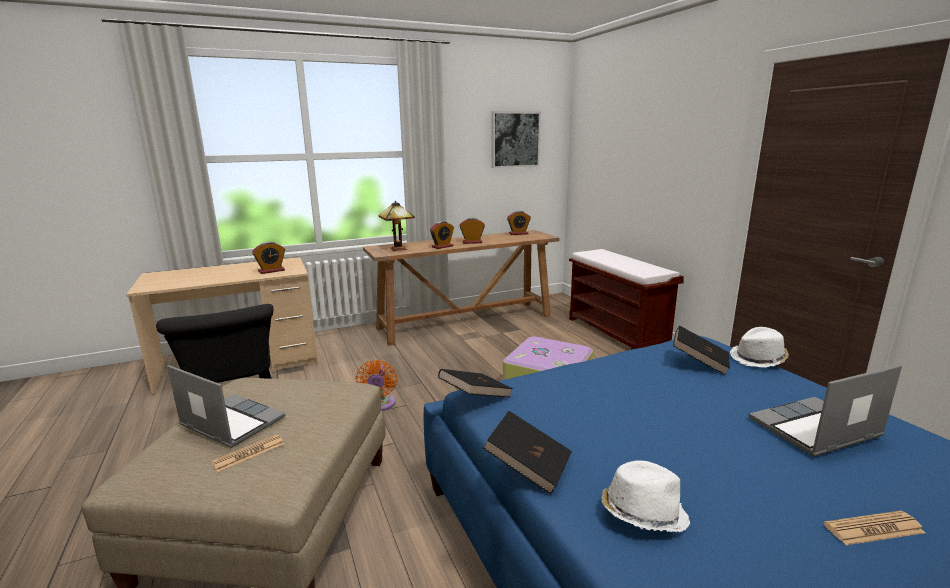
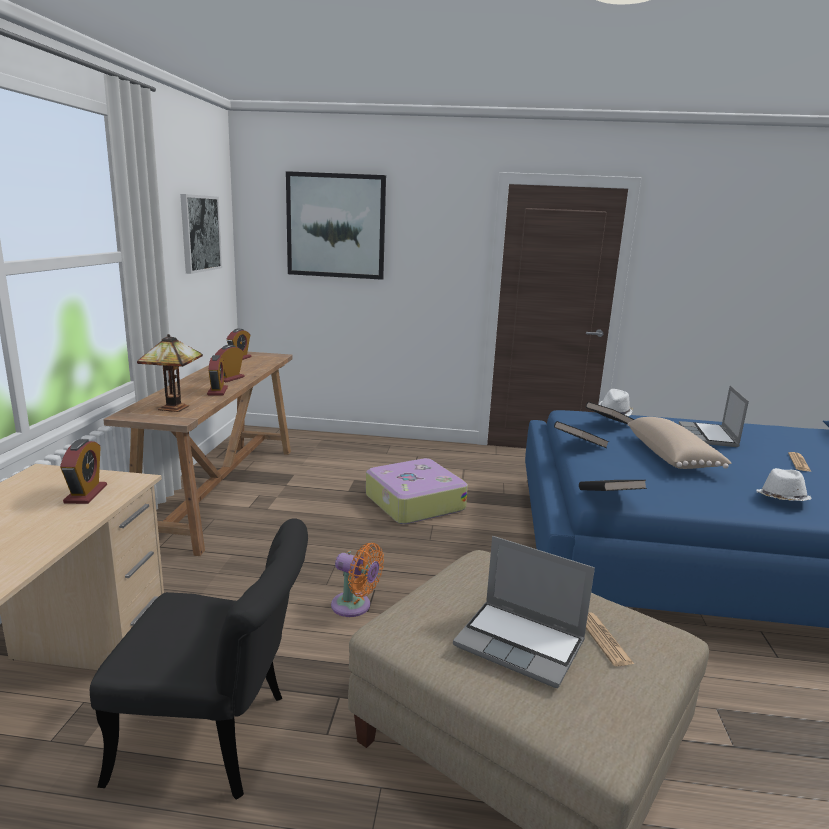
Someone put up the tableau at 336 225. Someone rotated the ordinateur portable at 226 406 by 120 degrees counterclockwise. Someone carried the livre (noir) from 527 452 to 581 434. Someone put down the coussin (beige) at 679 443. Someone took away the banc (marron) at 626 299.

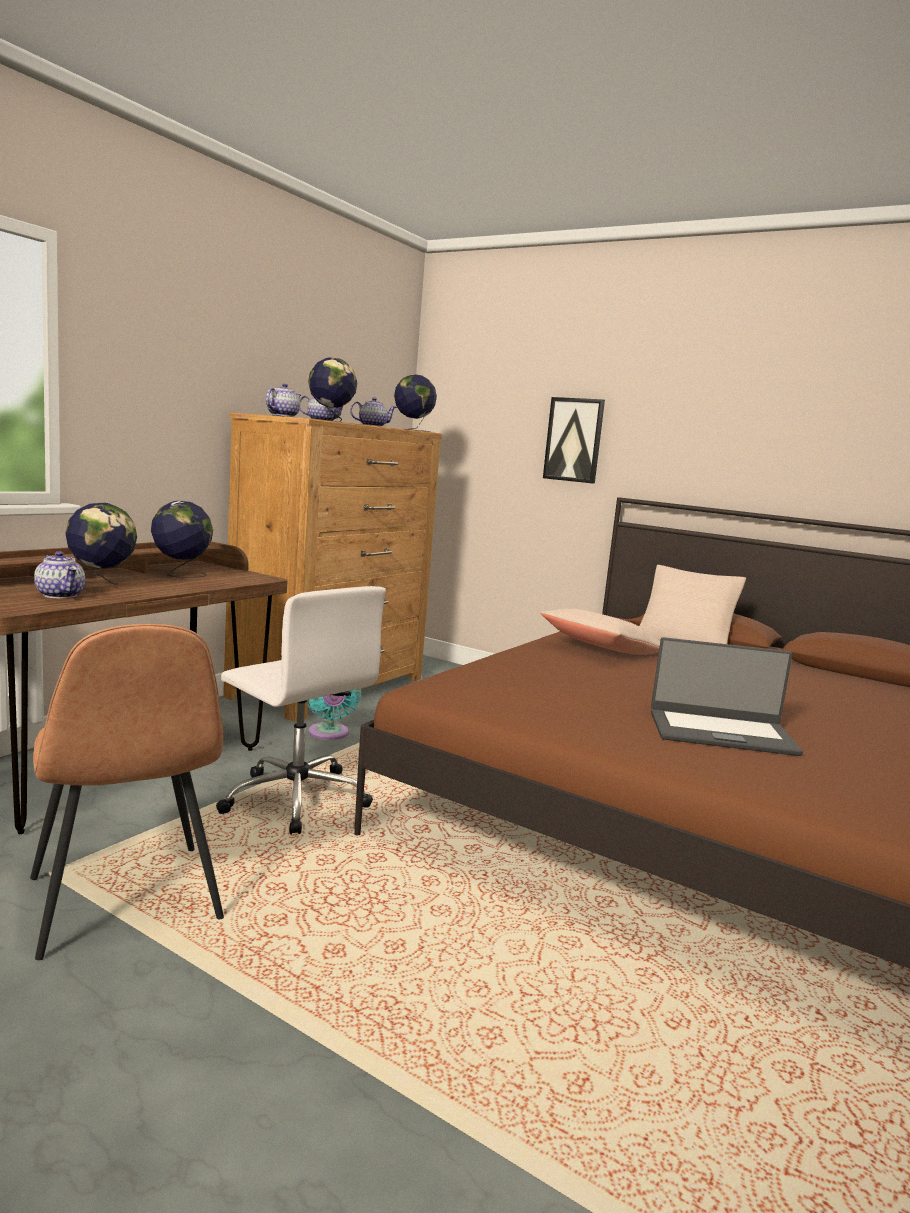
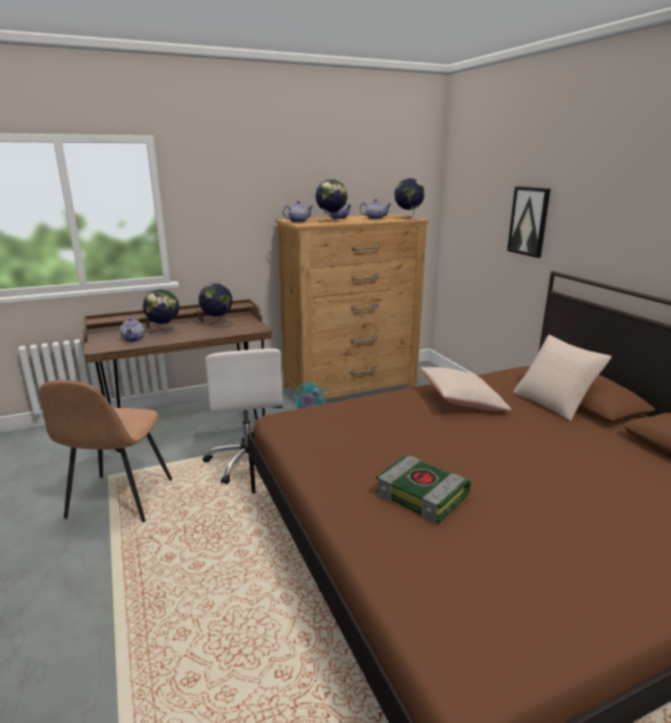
Someone swapped the ordinateur portable at 727 696 for the livre at 423 489.

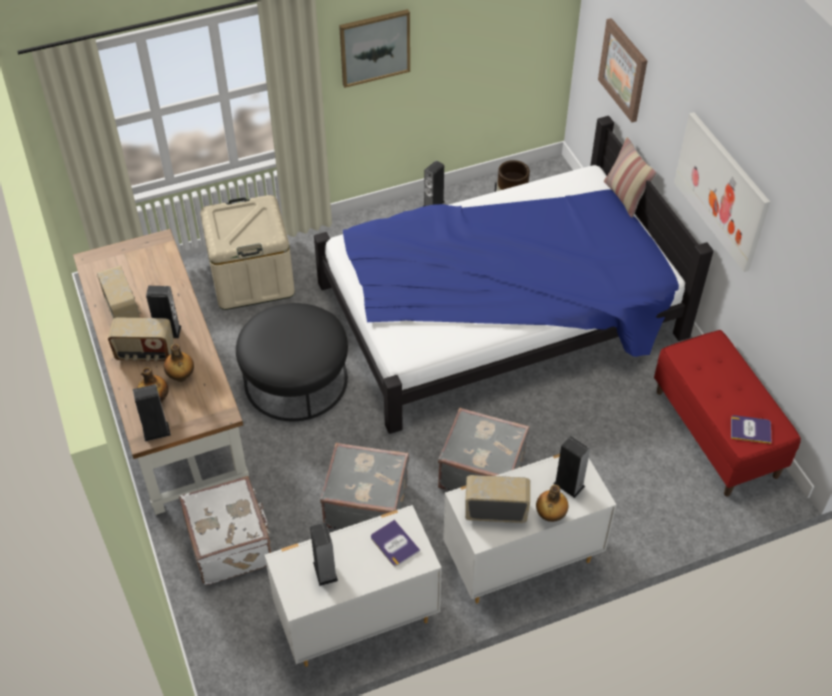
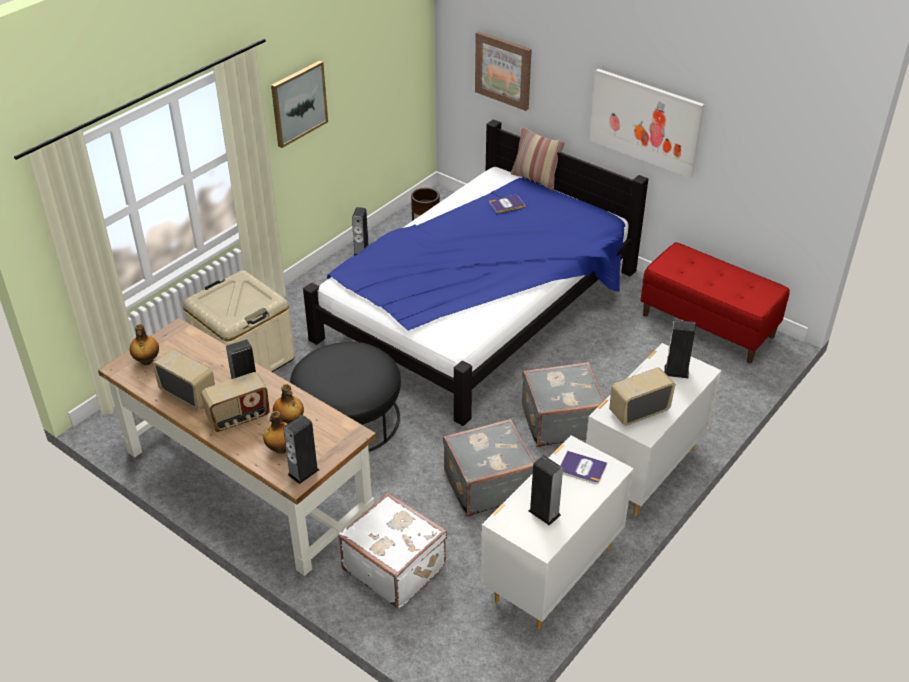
Someone carried the bouteille from 552 503 to 144 344. Someone carried the livre from 751 429 to 507 204.

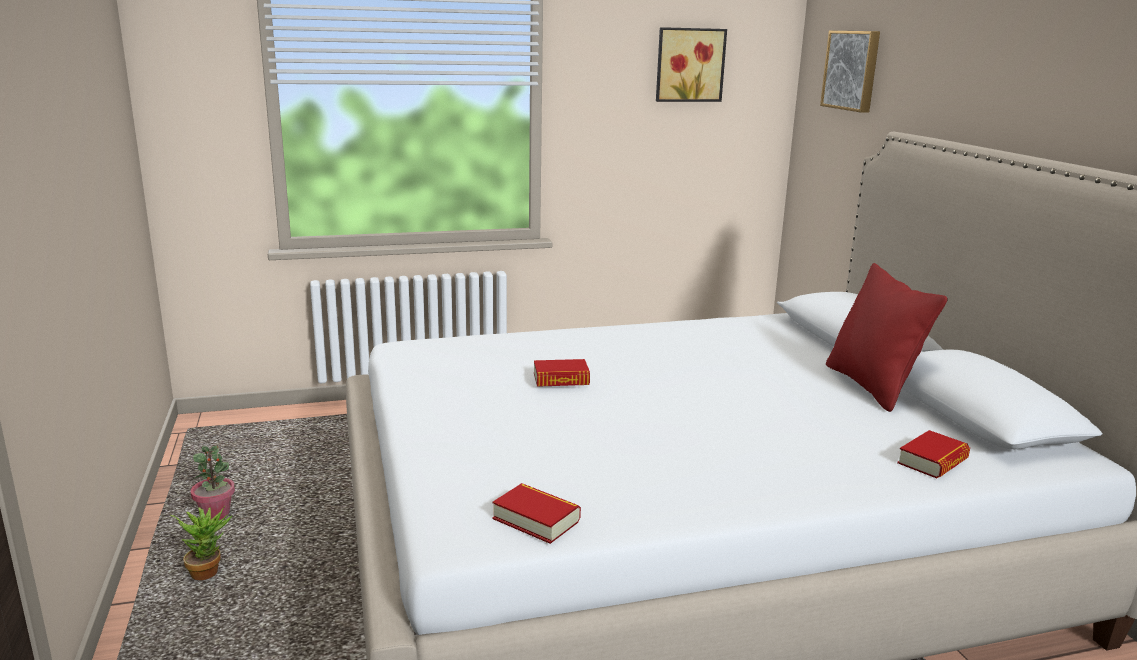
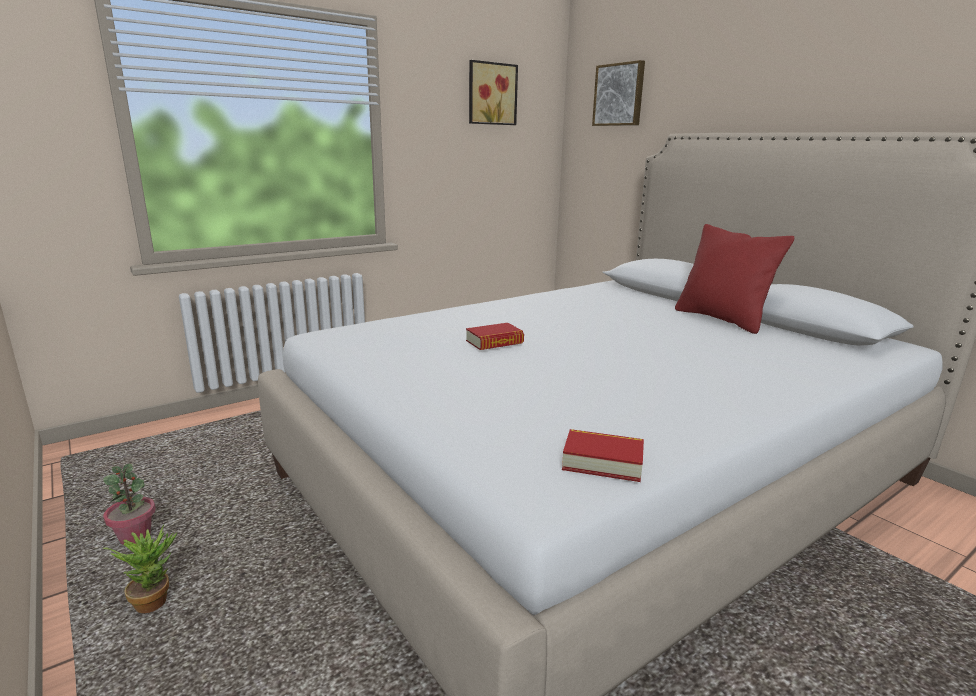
Someone took away the livre at 933 454.

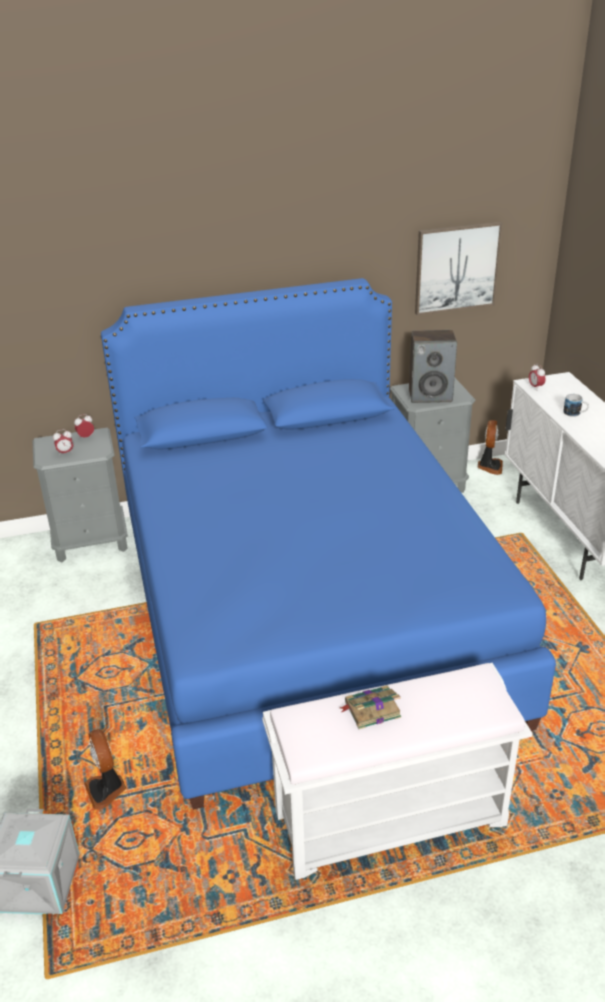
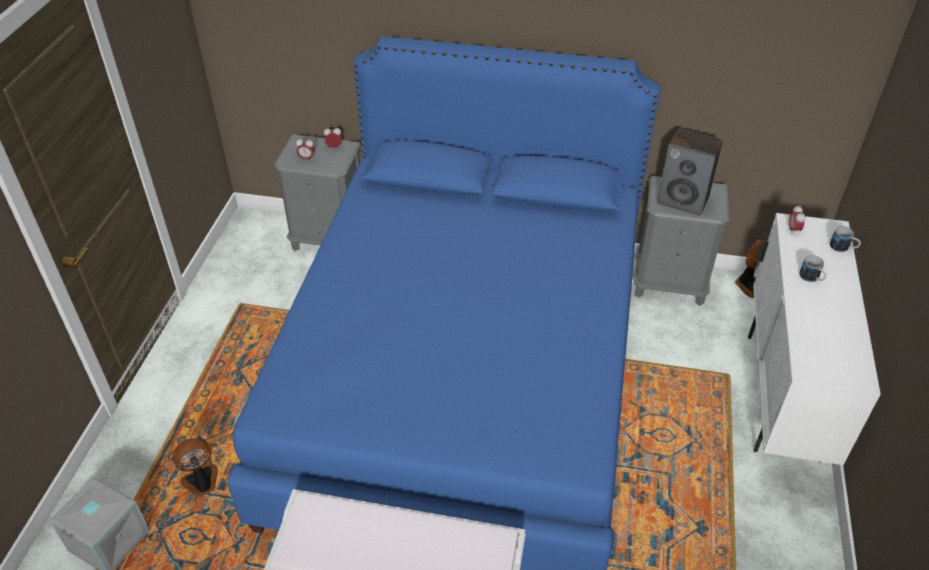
Someone rotated the ventilateur at 105 769 by 60 degrees clockwise. Someone put down the mug at 845 239. Someone took away the livre at 370 707. Someone took away the tableau at 459 269.

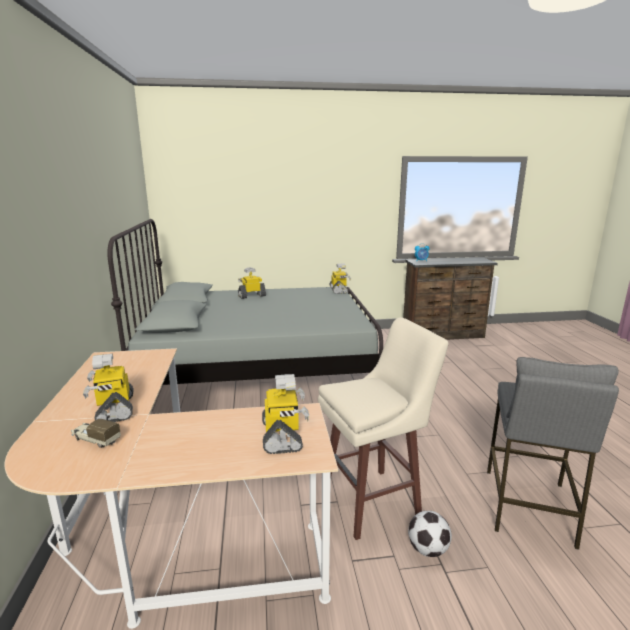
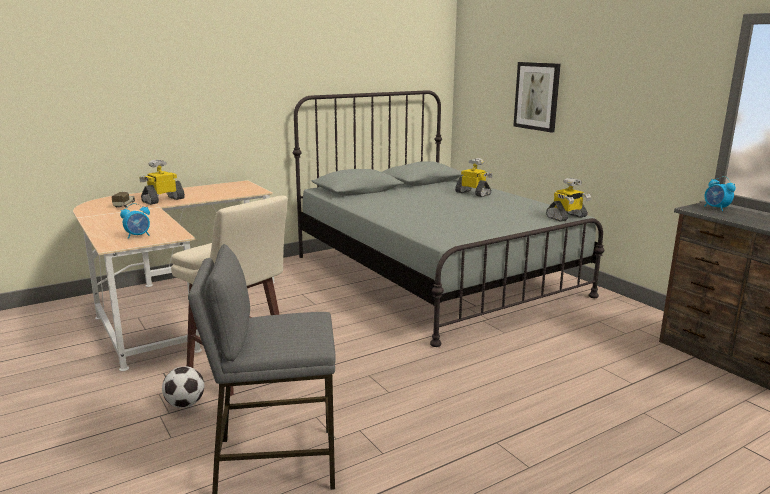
Someone swapped the robot jouet at 285 414 for the réveil at 135 221. Someone put up the tableau at 537 97.

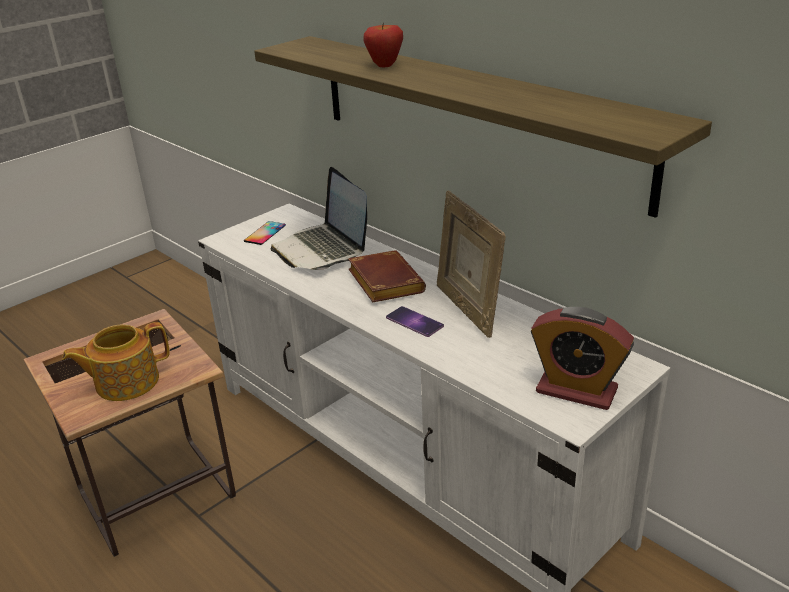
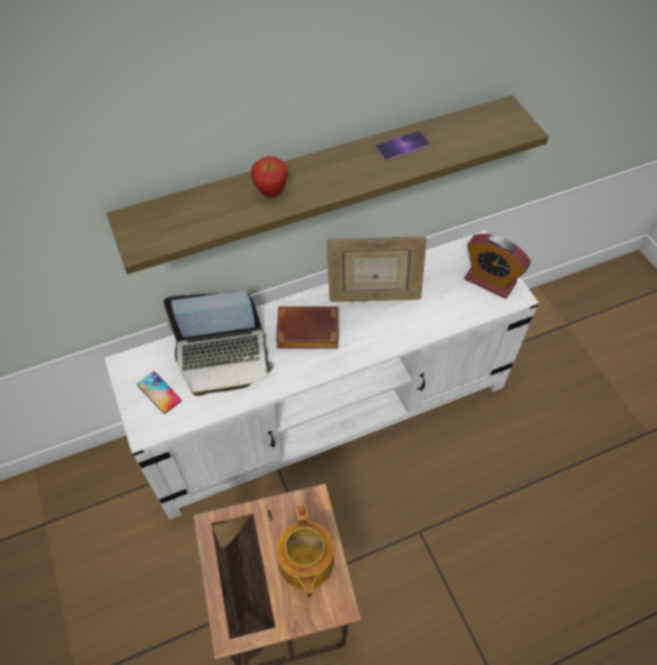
Someone carried the téléphone from 415 321 to 403 146. Someone rotated the réveil at 582 358 by 75 degrees clockwise.

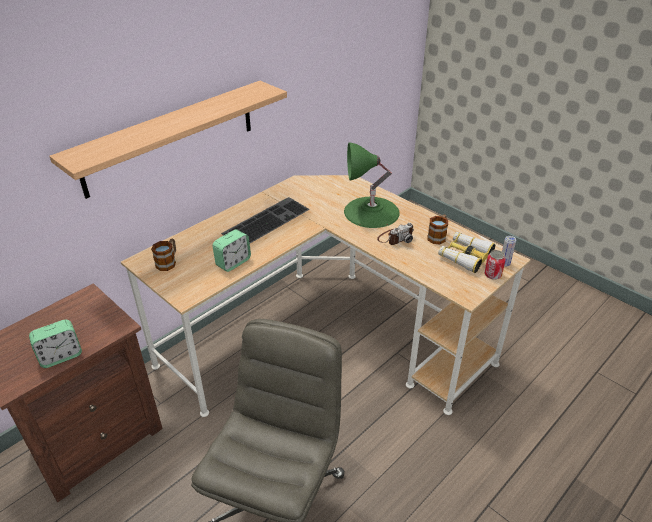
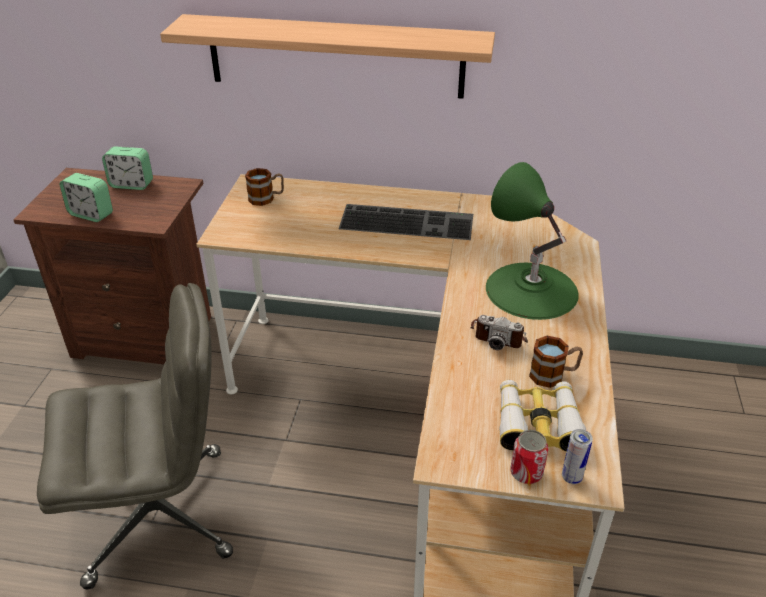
Someone carried the réveil from 231 250 to 127 168.

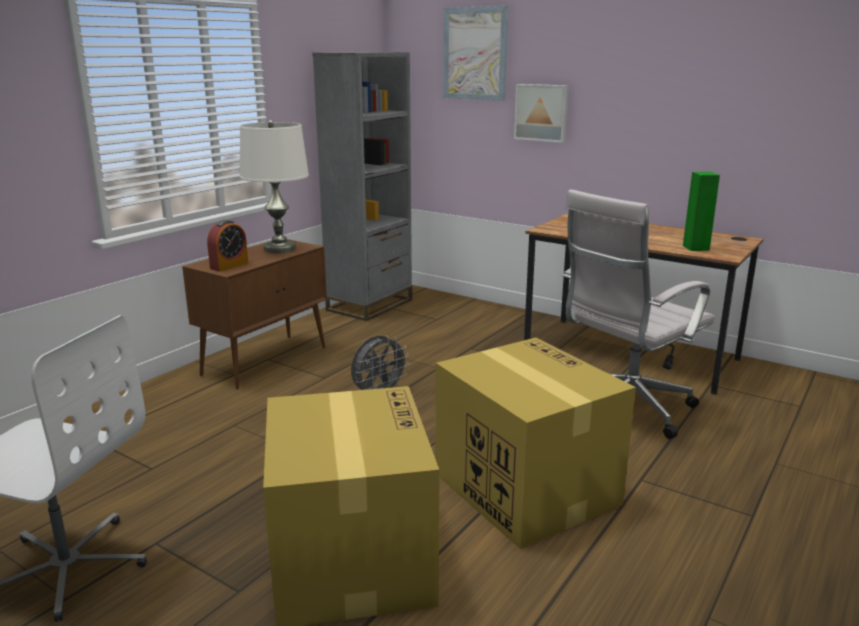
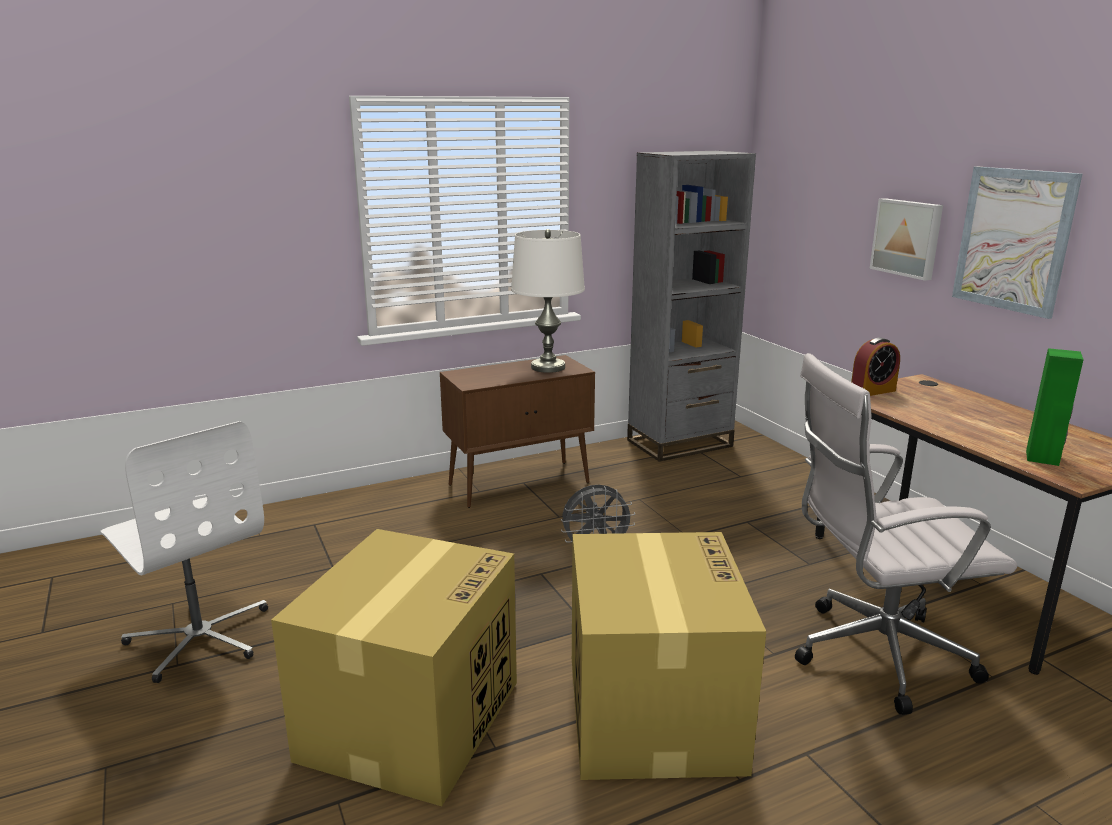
Someone carried the réveil from 227 245 to 875 366. Someone carried the tableau from 475 53 to 1017 242.

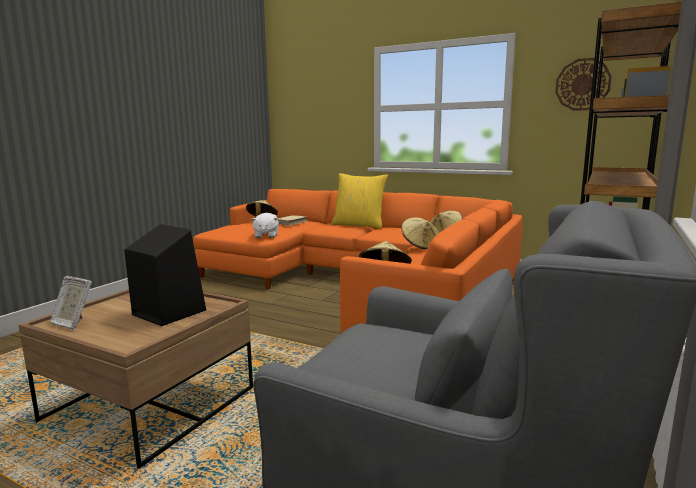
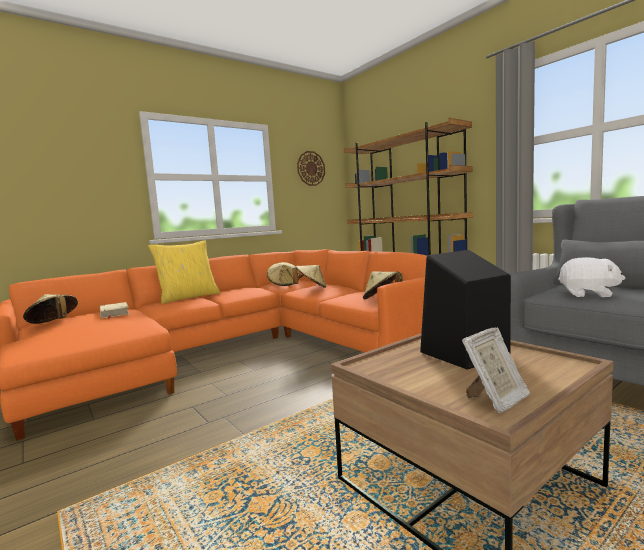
Someone carried the peluche (blanc) from 265 225 to 591 277.

